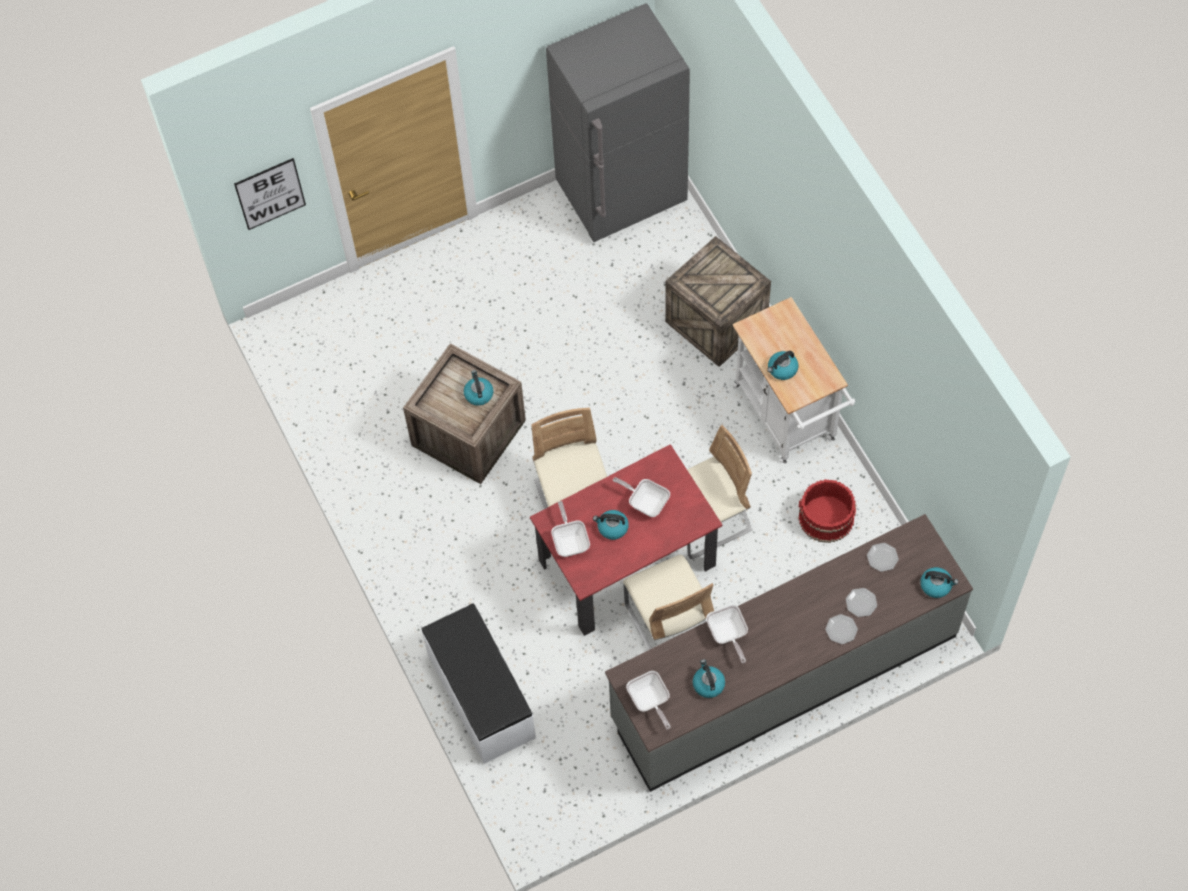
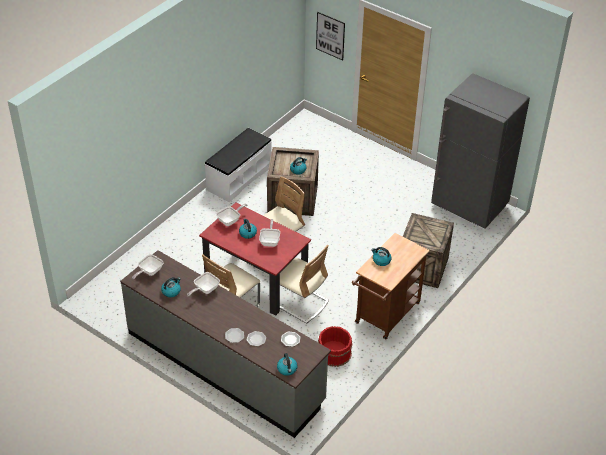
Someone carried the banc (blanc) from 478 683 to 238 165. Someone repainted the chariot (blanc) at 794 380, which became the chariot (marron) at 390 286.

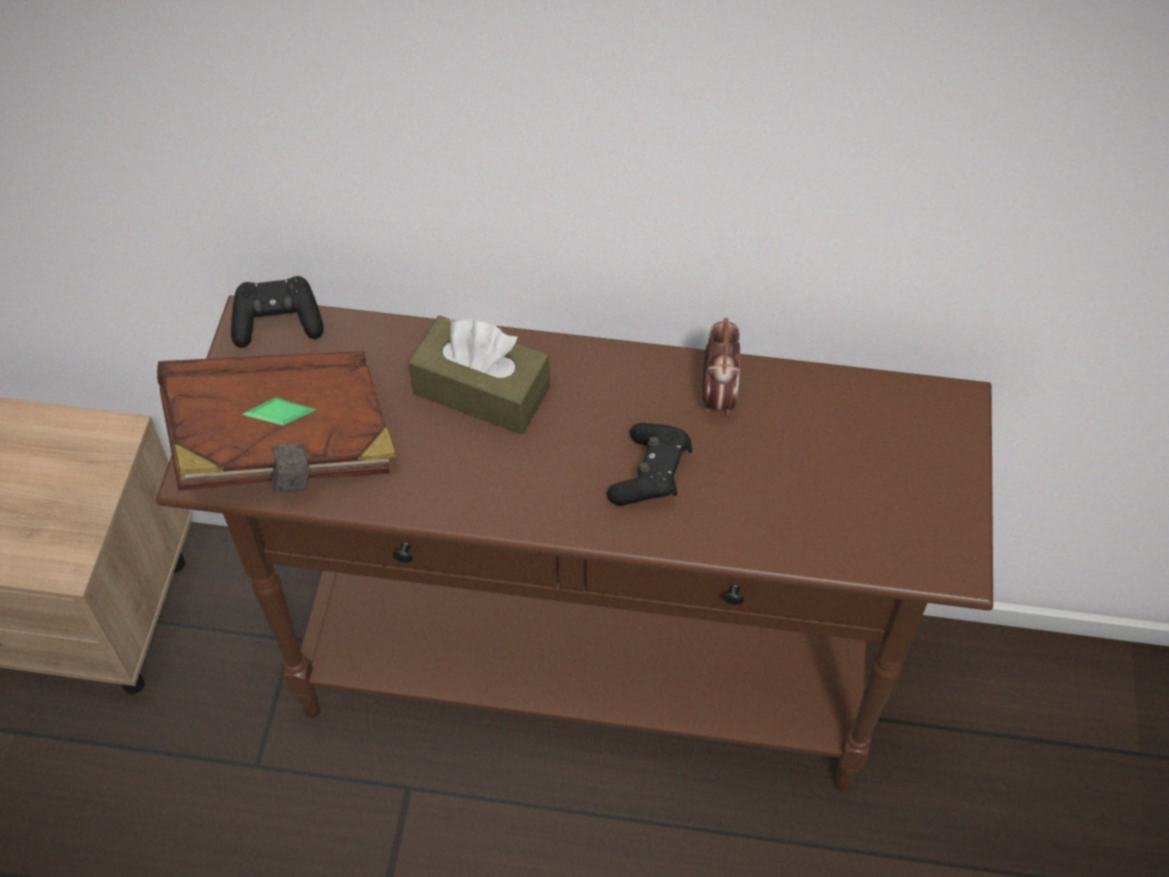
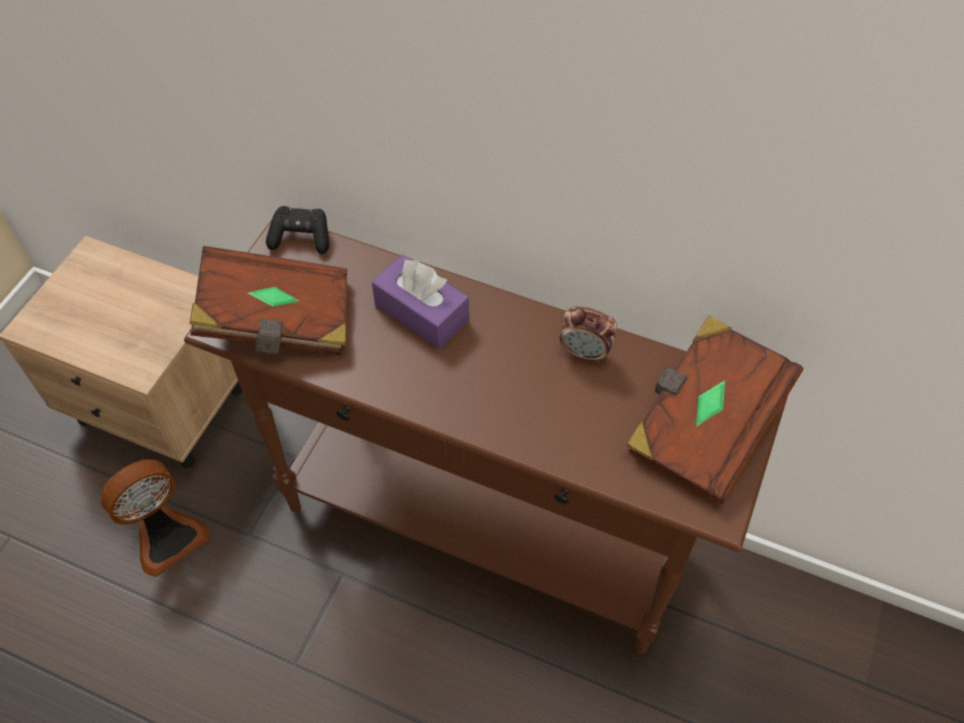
Someone put down the ventilateur at 154 518. Someone repainted the boîte à mouchoirs (marron) at 479 375, which became the boîte à mouchoirs (violet) at 420 302. Someone rotated the réveil at 721 367 by 90 degrees clockwise. Someone put down the livre (marron) at 714 410. Someone took away the manette (noir) at 649 464.

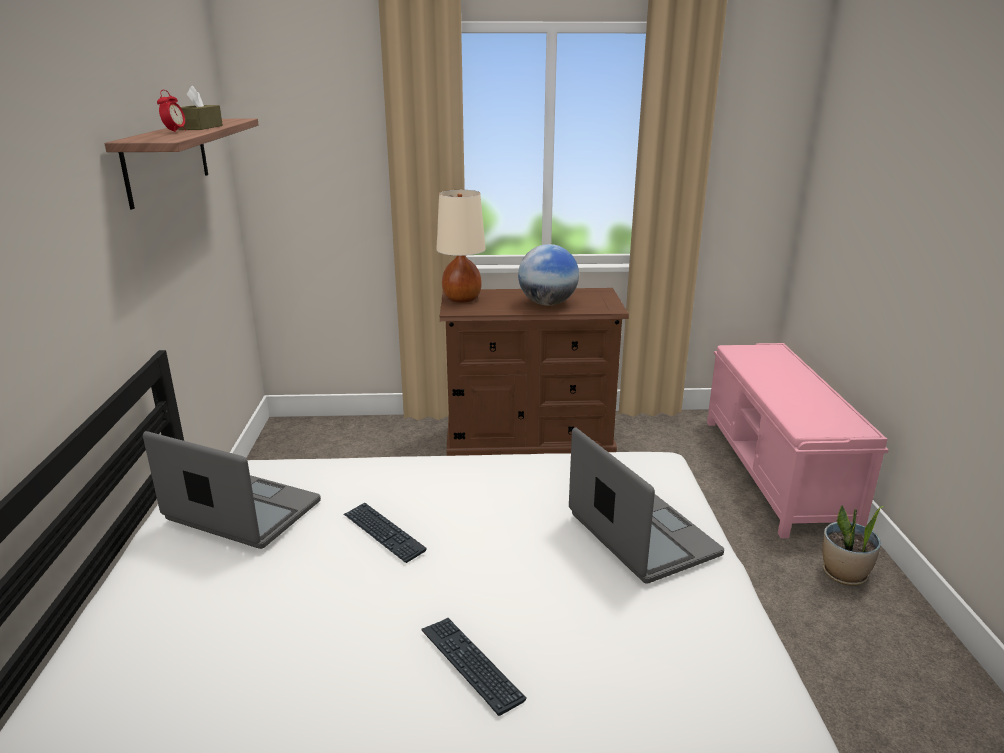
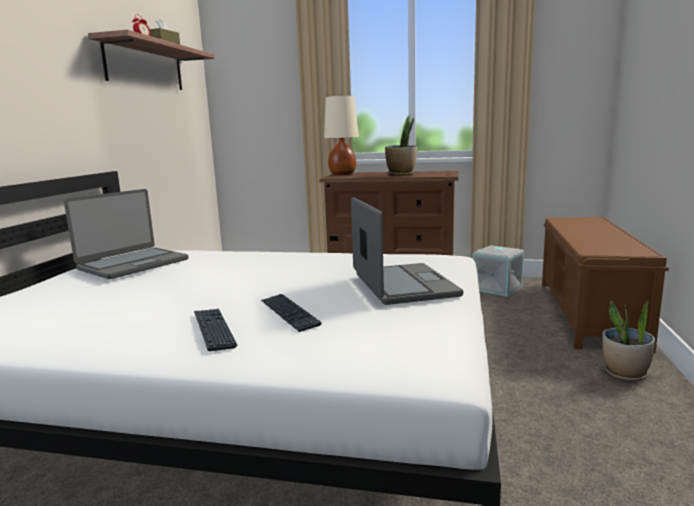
Someone rotated the ordinateur portable at 232 490 by 90 degrees clockwise. Someone carried the clavier from 385 533 to 291 313. Someone swapped the globe at 548 274 for the plante en pot at 401 145. Someone put down the boîte de rangement (gris) at 498 270. Someone repainted the banc (rose) at 798 440, which became the banc (marron) at 605 285.

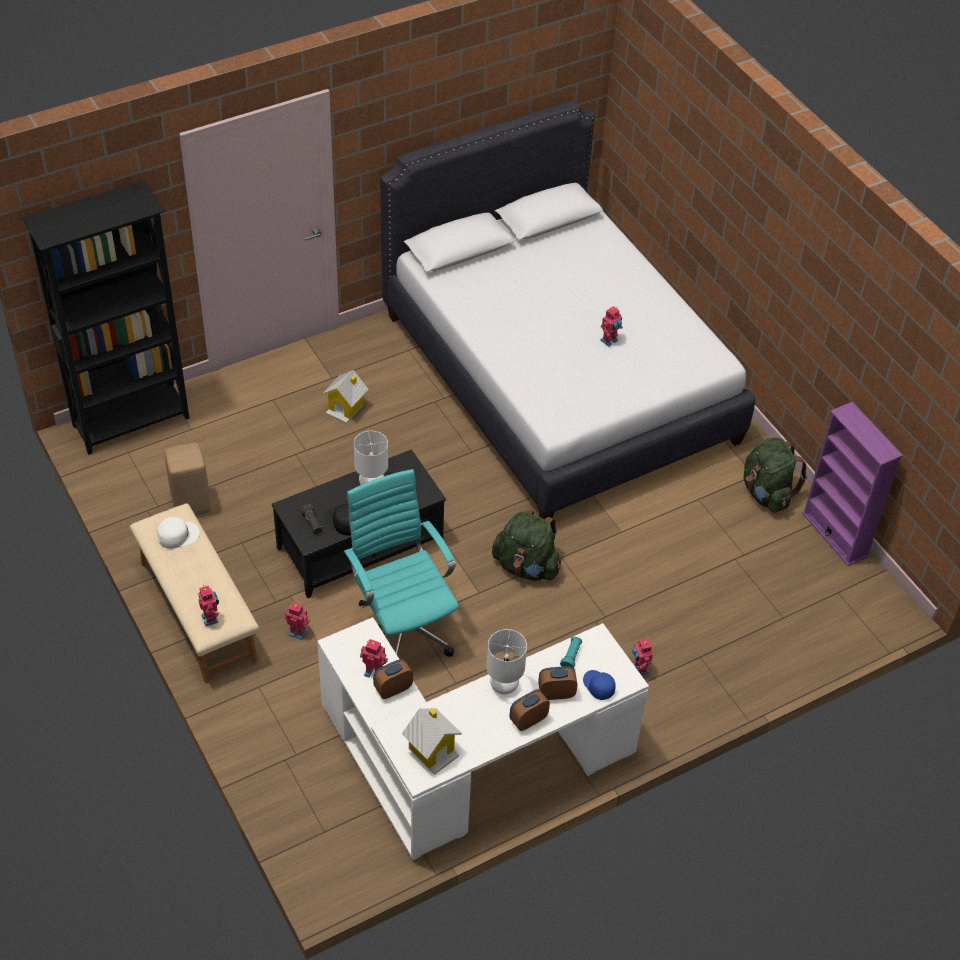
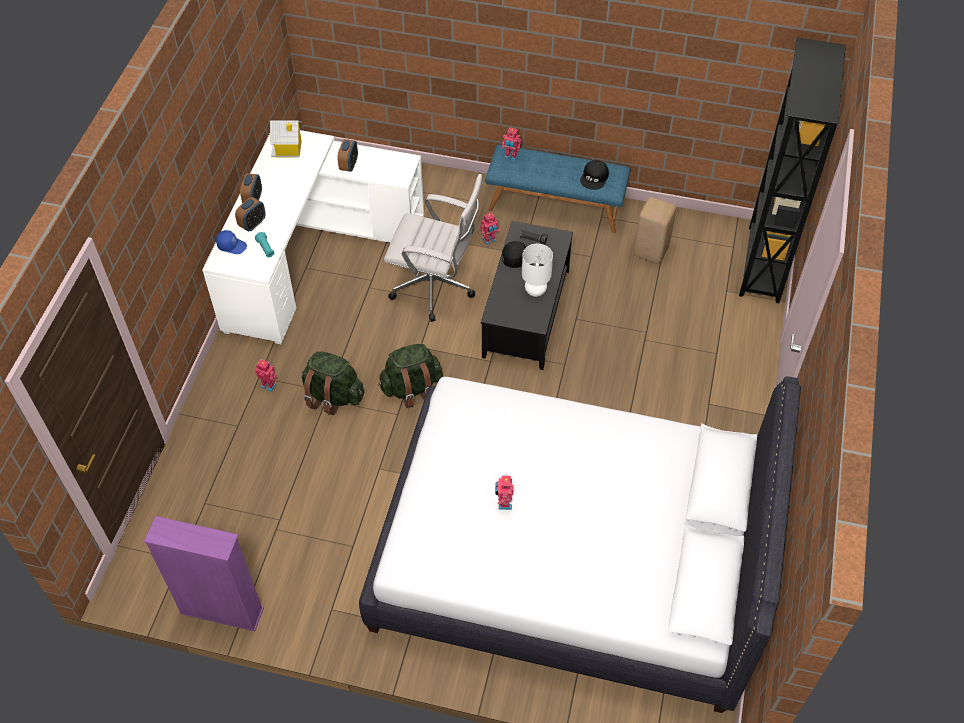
Someone carried the sac à dos (vert) from 775 475 to 333 383. Someone repainted the chaise de bureau (turquoise) at 401 563, which became the chaise de bureau (blanc) at 433 248. Someone repainted the banc (beige) at 194 593, which became the banc (bleu) at 558 189. Someone repainted the casquette (blanc) at 178 533, which became the casquette (noir) at 594 175. Someone took away the maison miniature at 345 397. Someone took away the robot jouet at 374 658. Someone took away the lampe de table (blanc) at 507 662.

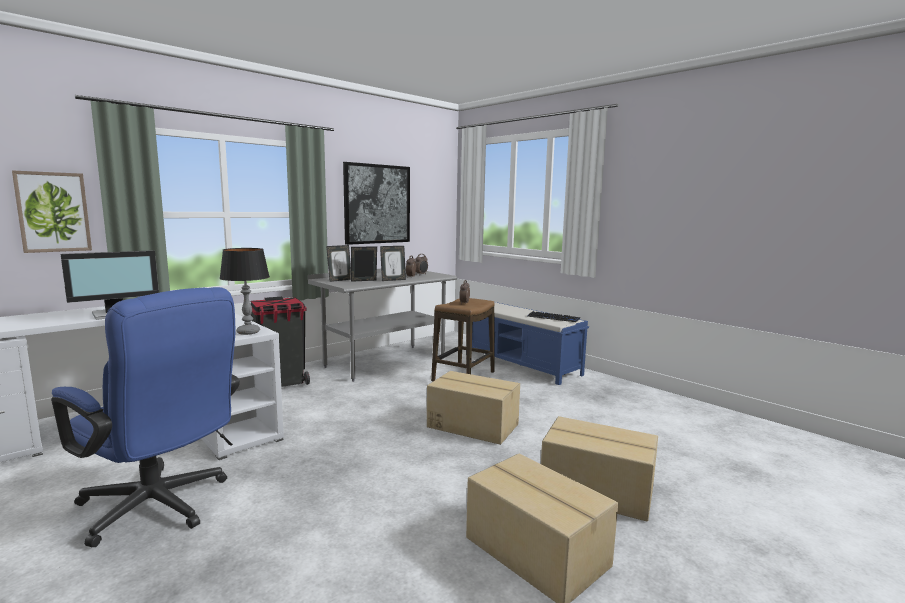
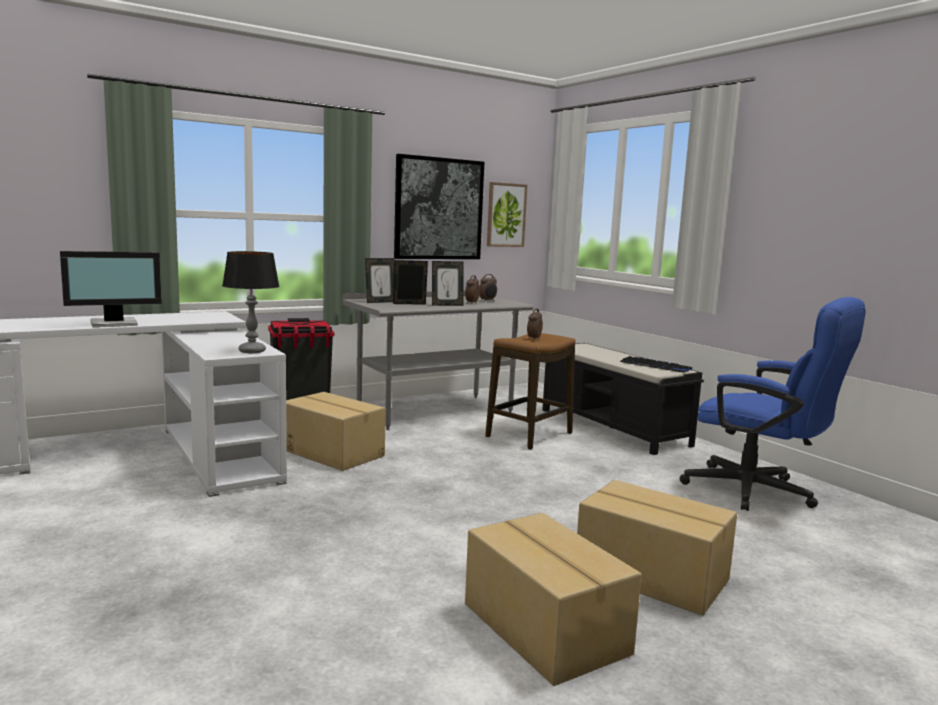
Someone carried the carton from 473 408 to 336 431. Someone carried the tableau from 52 211 to 507 214. Someone repainted the banc (bleu) at 530 343, which became the banc (noir) at 623 399. Someone carried the chaise de bureau (bleu) from 145 417 to 772 404.

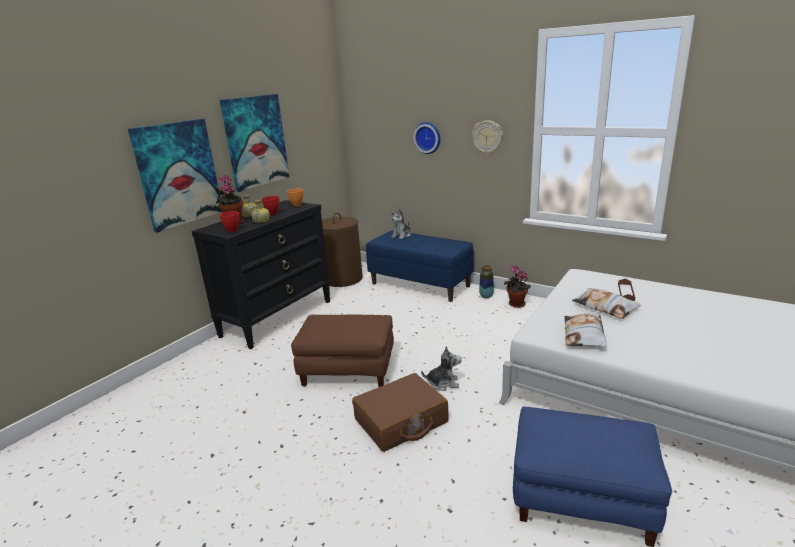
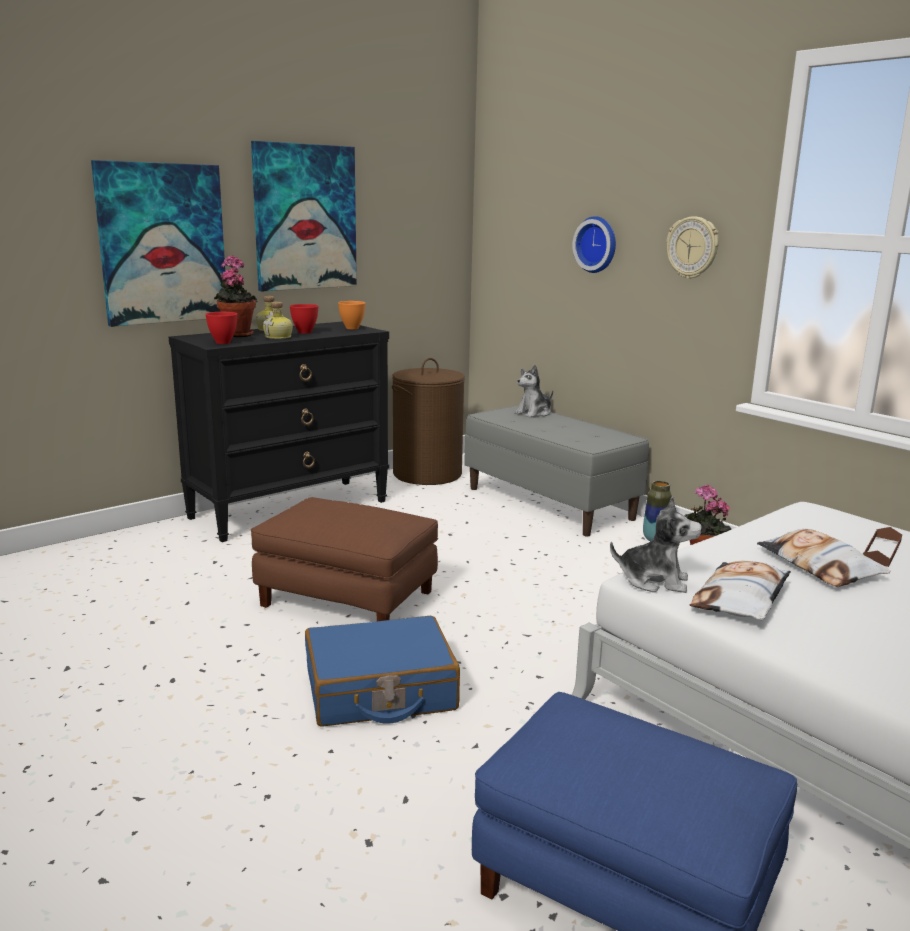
Someone repainted the valise (marron) at 400 412, which became the valise (bleu) at 382 671. Someone repainted the banc (bleu) at 420 266, which became the banc (gris) at 556 471. Someone carried the peluche from 441 368 to 656 544.

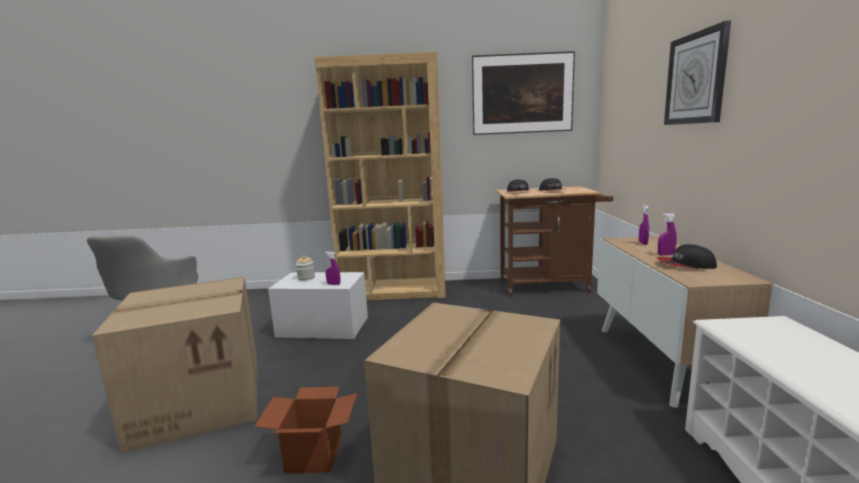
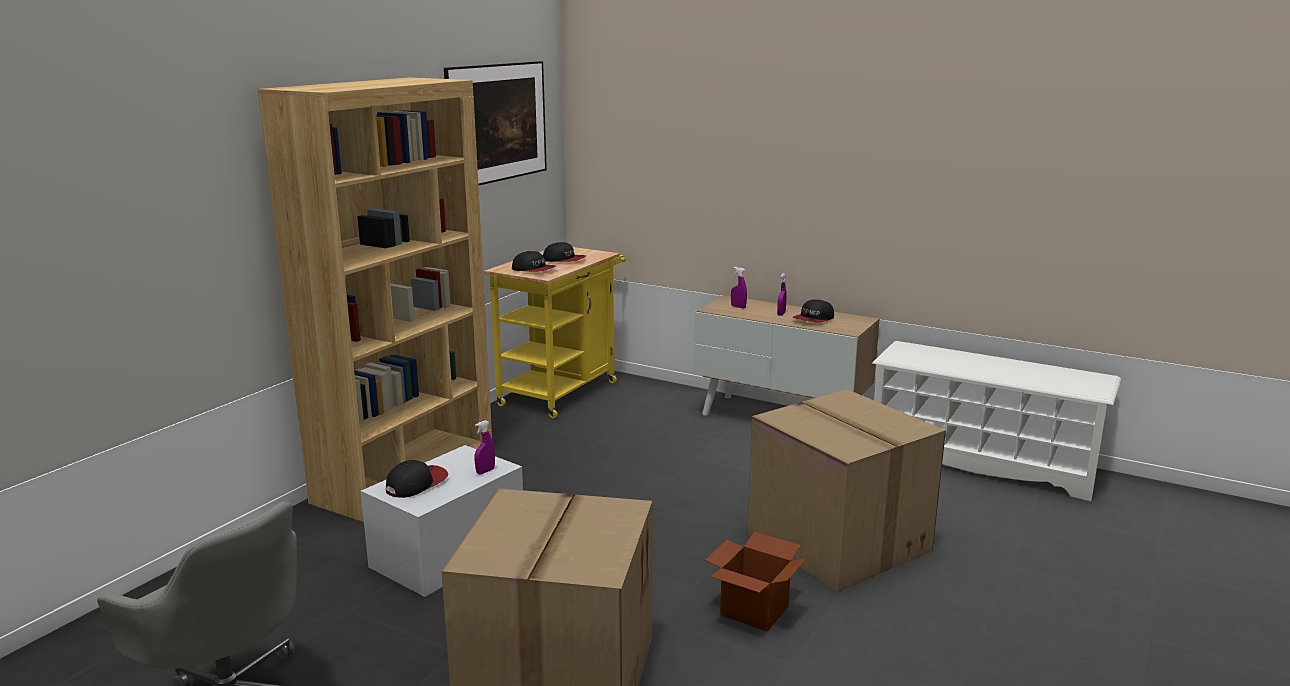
Someone swapped the bocal at 305 268 for the casquette at 417 479. Someone repainted the chariot (marron) at 554 241, which became the chariot (jaune) at 555 332. Someone took away the horloge murale at 697 73.

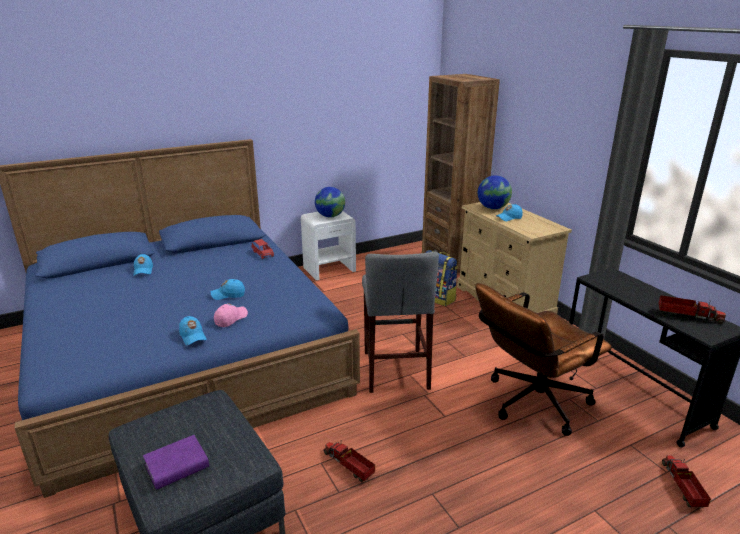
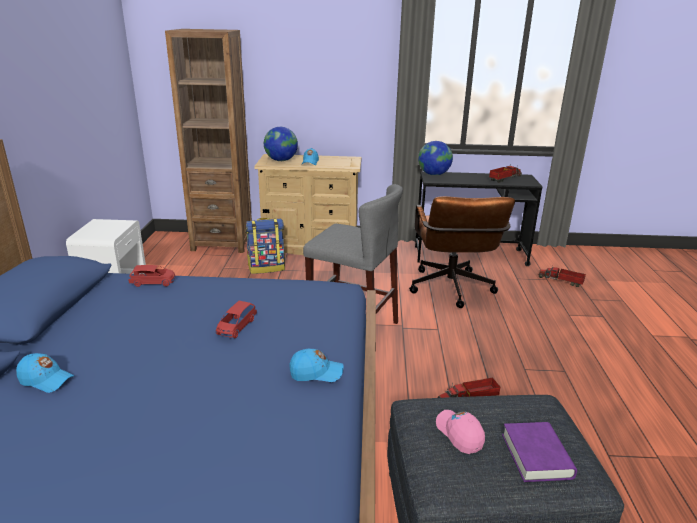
Someone swapped the casquette (bleu) at 228 289 for the petite voiture (rouge) at 236 319. Someone carried the globe from 330 202 to 435 158. Someone carried the casquette (rose) from 231 315 to 460 432.

